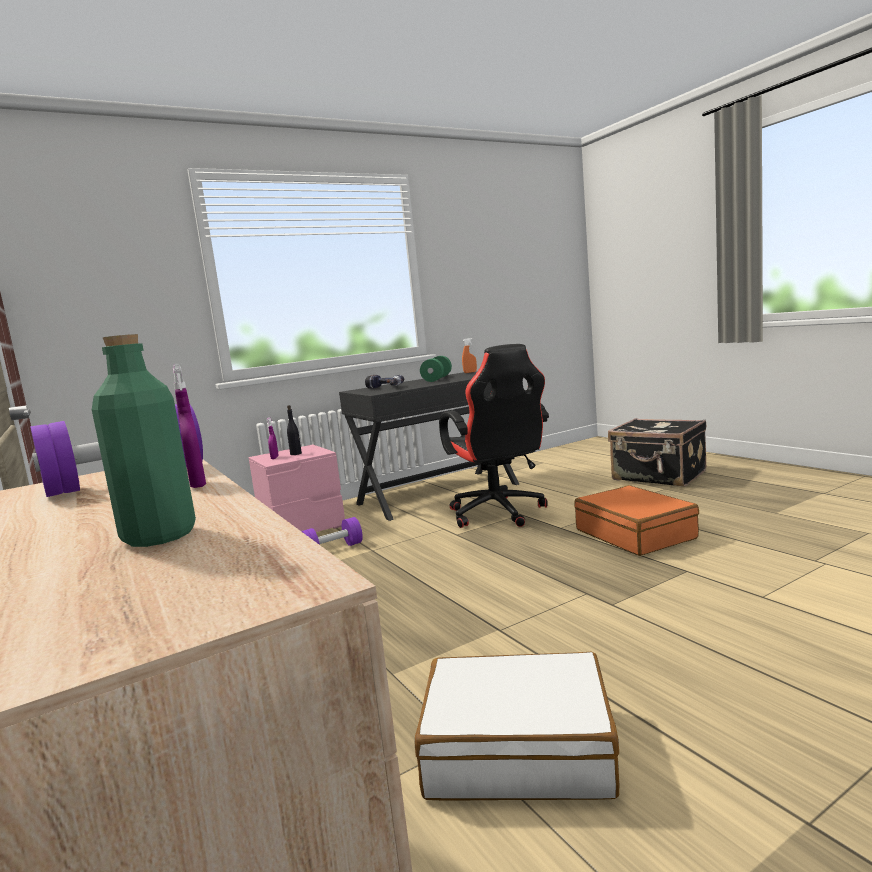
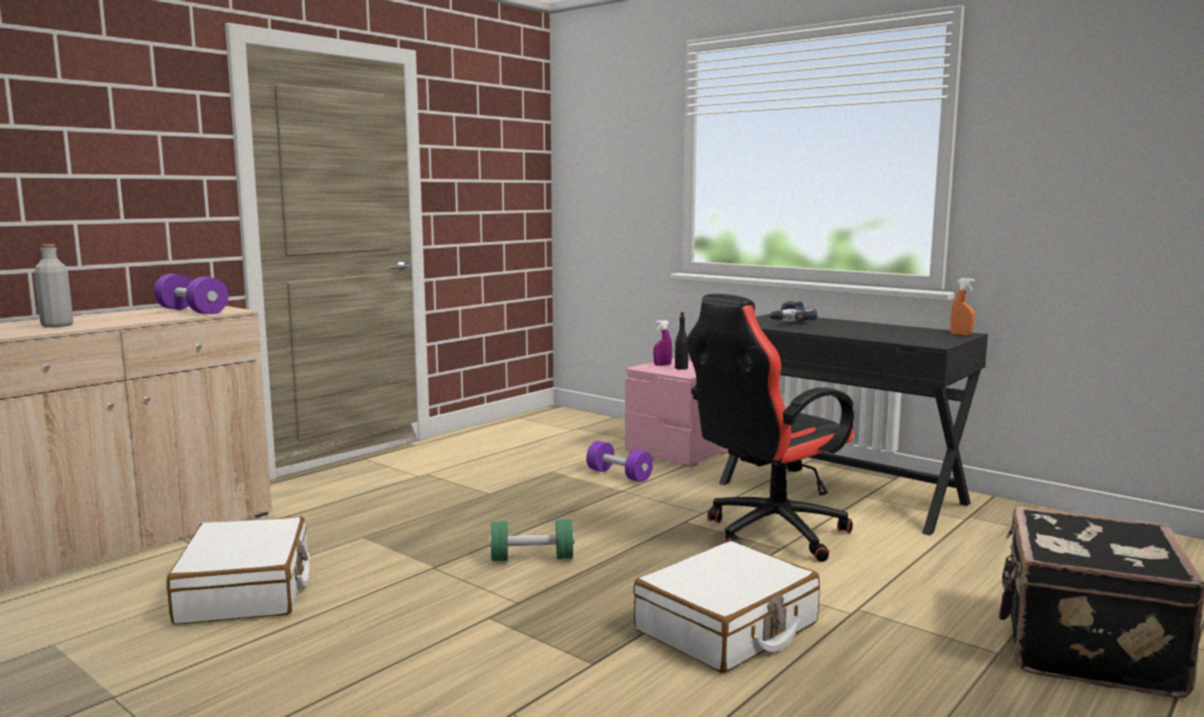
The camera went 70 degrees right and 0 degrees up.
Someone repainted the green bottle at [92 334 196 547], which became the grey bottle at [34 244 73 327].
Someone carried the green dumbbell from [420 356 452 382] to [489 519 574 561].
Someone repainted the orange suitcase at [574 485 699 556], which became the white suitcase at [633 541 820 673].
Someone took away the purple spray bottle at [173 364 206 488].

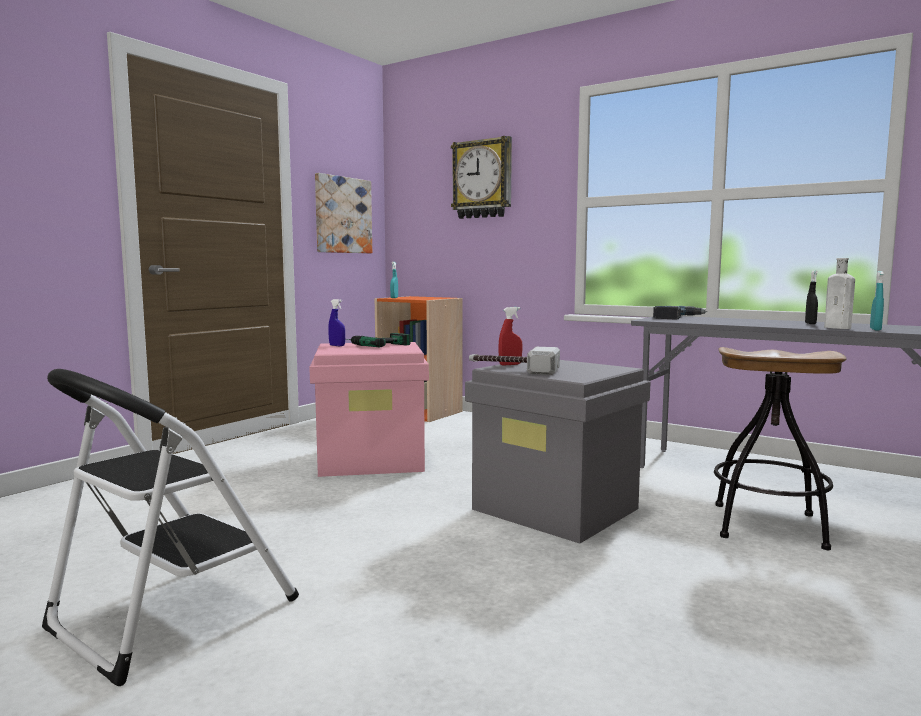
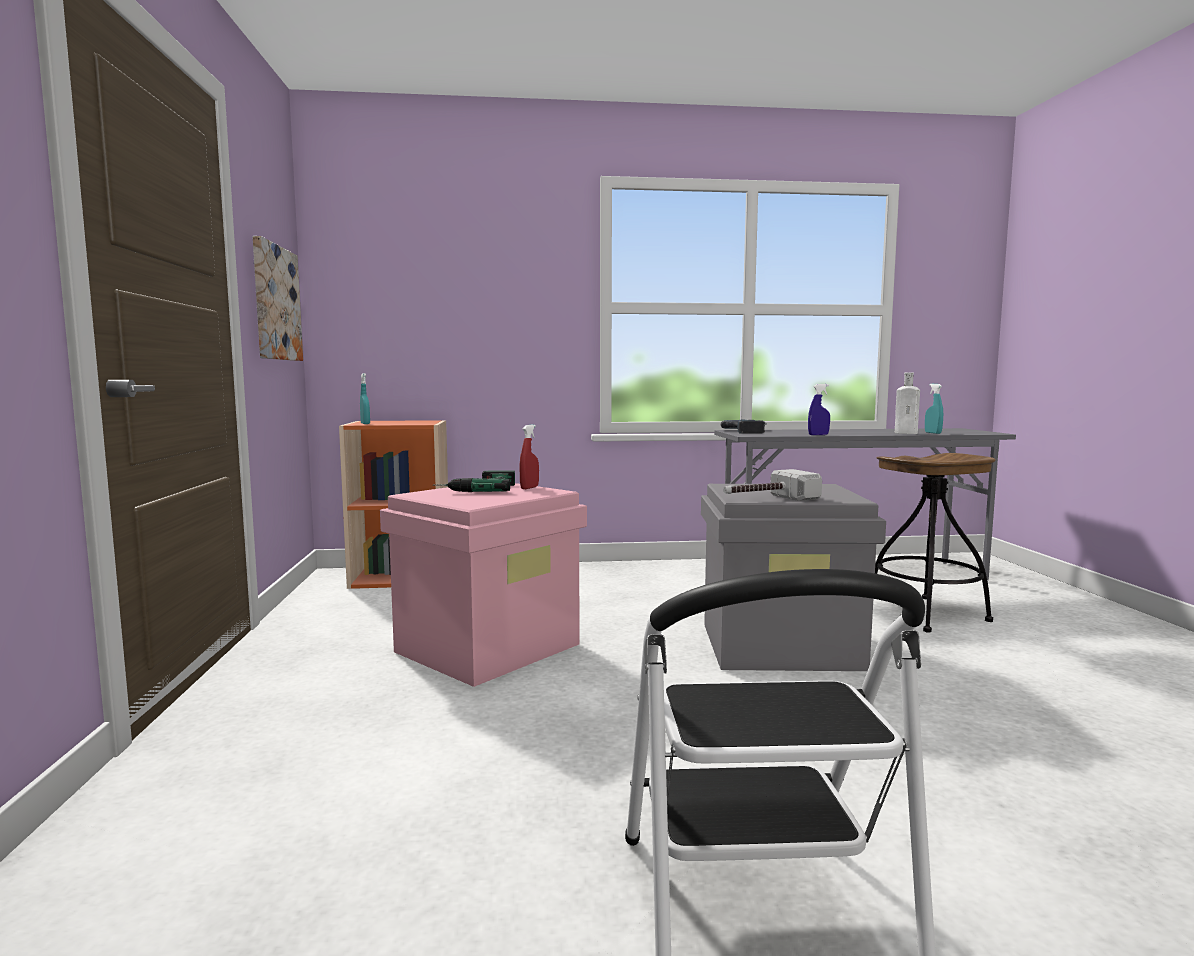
The camera went 40 degrees left and 0 degrees up.
Someone carried the red spray bottle from [498 307 522 366] to [519 424 539 489].
Someone carried the blue spray bottle from [328 299 345 346] to [808 384 830 435].
Someone took away the wall clock at [451 136 512 219].
Someone took away the black spray bottle at [805 271 818 324].

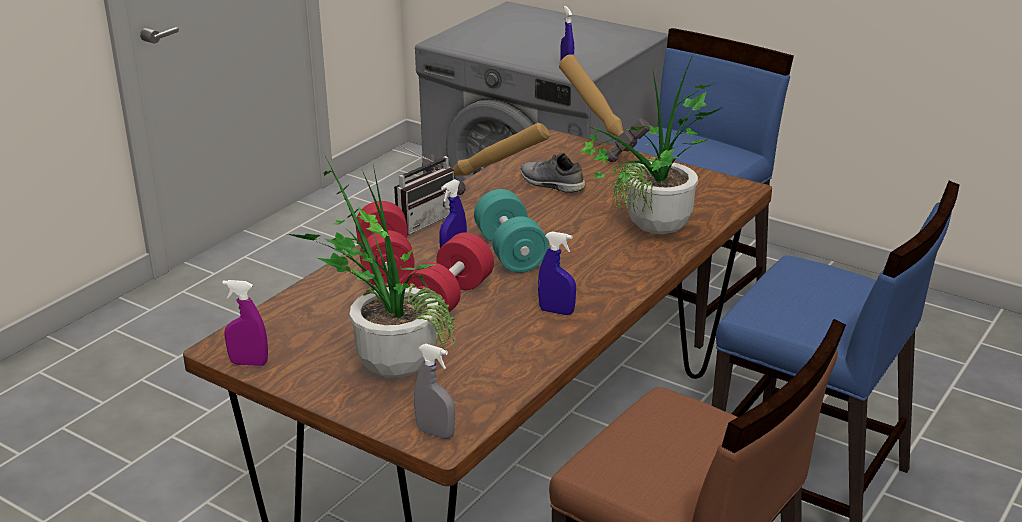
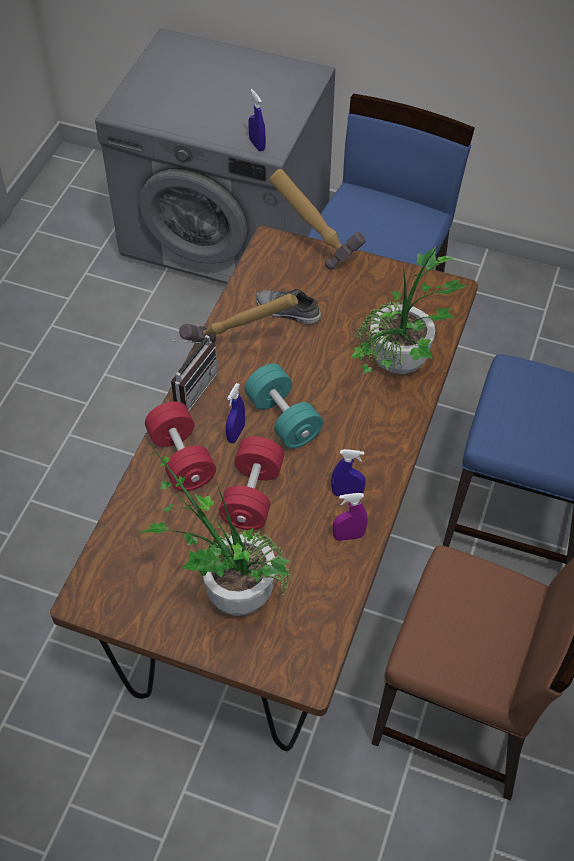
The camera went 15 degrees left and 25 degrees up.
Someone carried the purple spray bottle from [222 280 268 366] to [333 493 368 541].
Someone took away the grey spray bottle at [414 344 455 439].

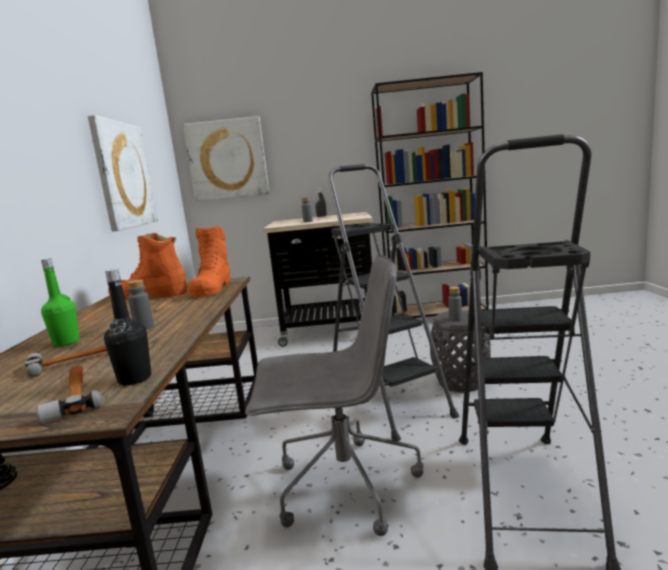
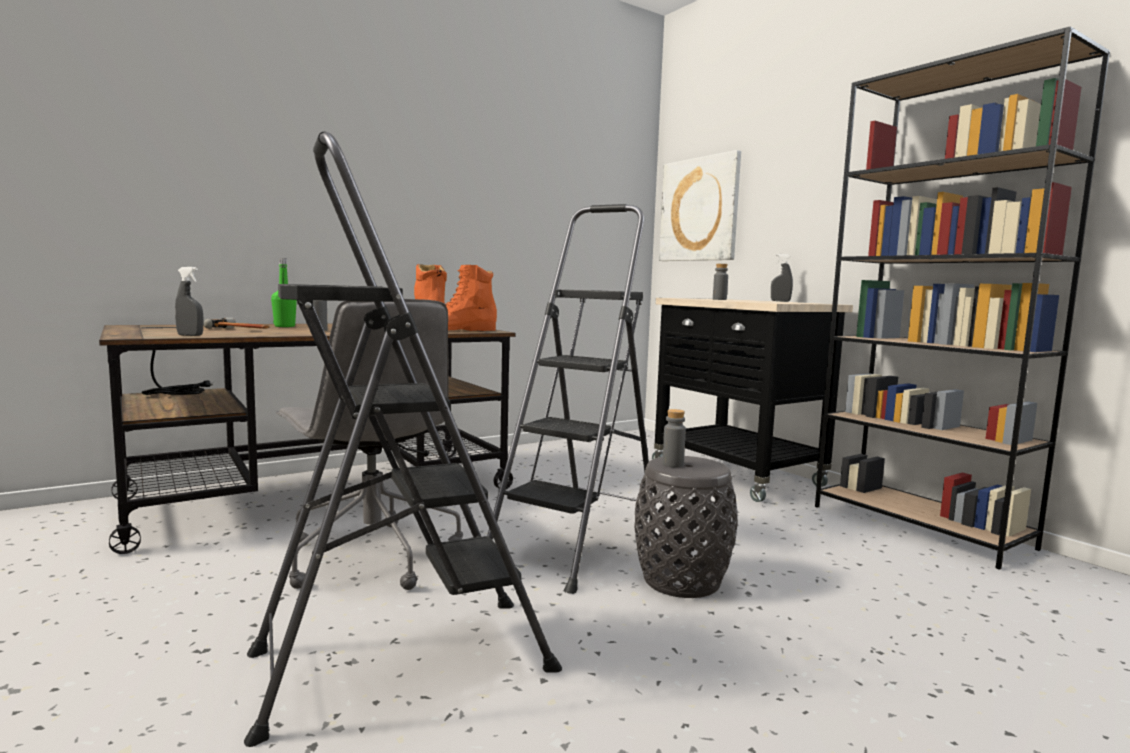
The camera went 55 degrees right and 5 degrees down.
Someone swapped the black bottle at [104 269 151 385] for the grey spray bottle at [175 267 203 336].
Someone took away the hammer at [36 365 103 424].
Someone took away the picture at [88 115 158 232].

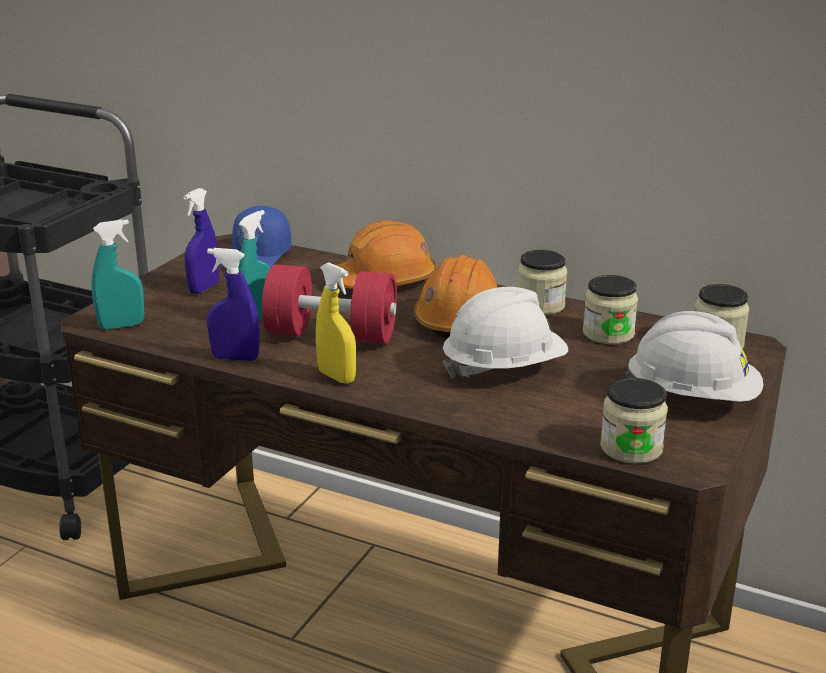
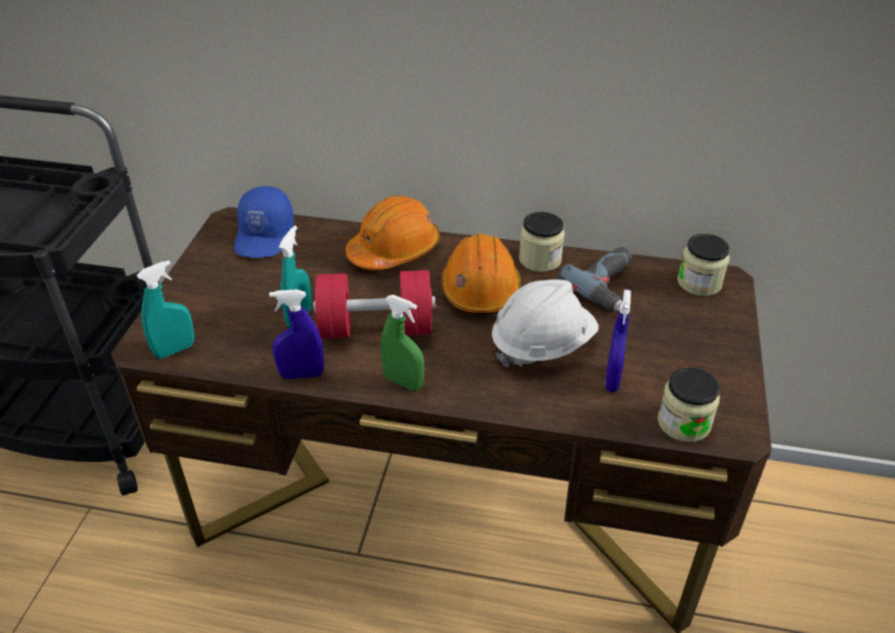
The camera went 15 degrees left and 15 degrees up.
Someone repainted the yellow spray bottle at [316 262 356 384], which became the green spray bottle at [381 295 424 391].
Someone swapped the jar at [583 275 638 344] for the power drill at [557 247 632 311].
Someone carried the blue spray bottle from [183 188 219 294] to [605 289 631 392].
Someone took away the white hard hat at [625 311 764 402].

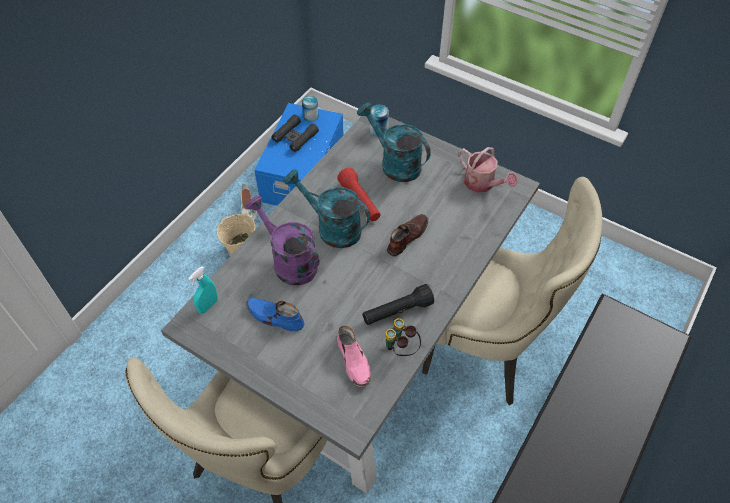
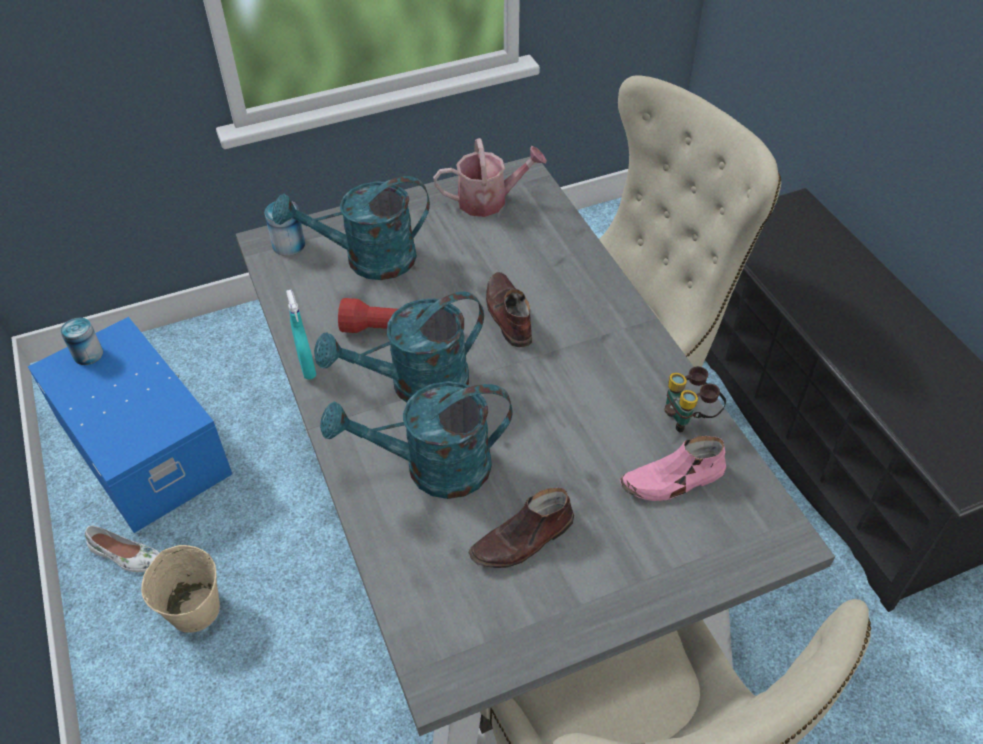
The camera went 55 degrees left and 5 degrees down.
Someone carried the turquoise spray bottle from [188 266 218 314] to [286 289 316 380].
Someone repainted the purple watering can at [246 195 320 285], which became the turquoise watering can at [320 381 513 499].
Someone repainted the blue shoe at [246 298 305 331], which became the brown shoe at [468 488 574 568].
Someone rotated the pink shoe at [337 326 371 387] by 150 degrees clockwise.
Someone took away the black binoculars at [271 115 319 152].
Someone took away the black flashlight at [363 284 434 325].

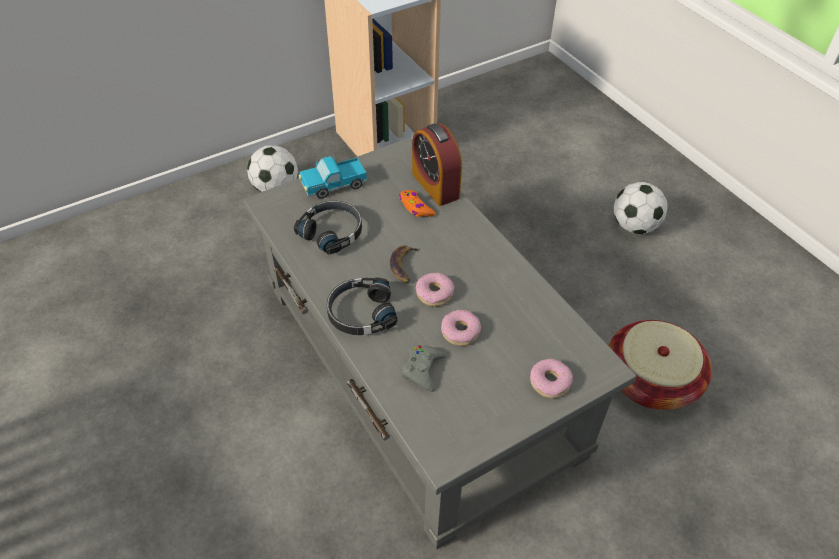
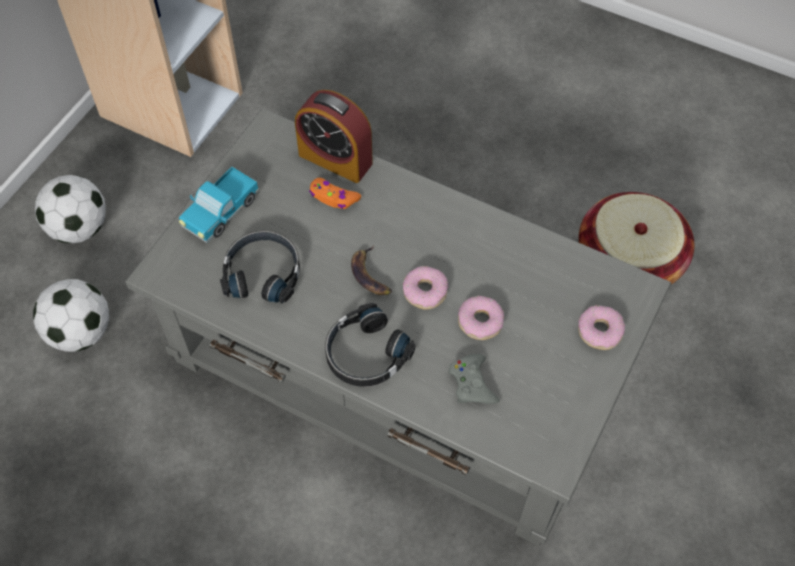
The camera went 30 degrees left and 10 degrees up.
Someone carried the football from [614 182 667 234] to [33 279 109 352].

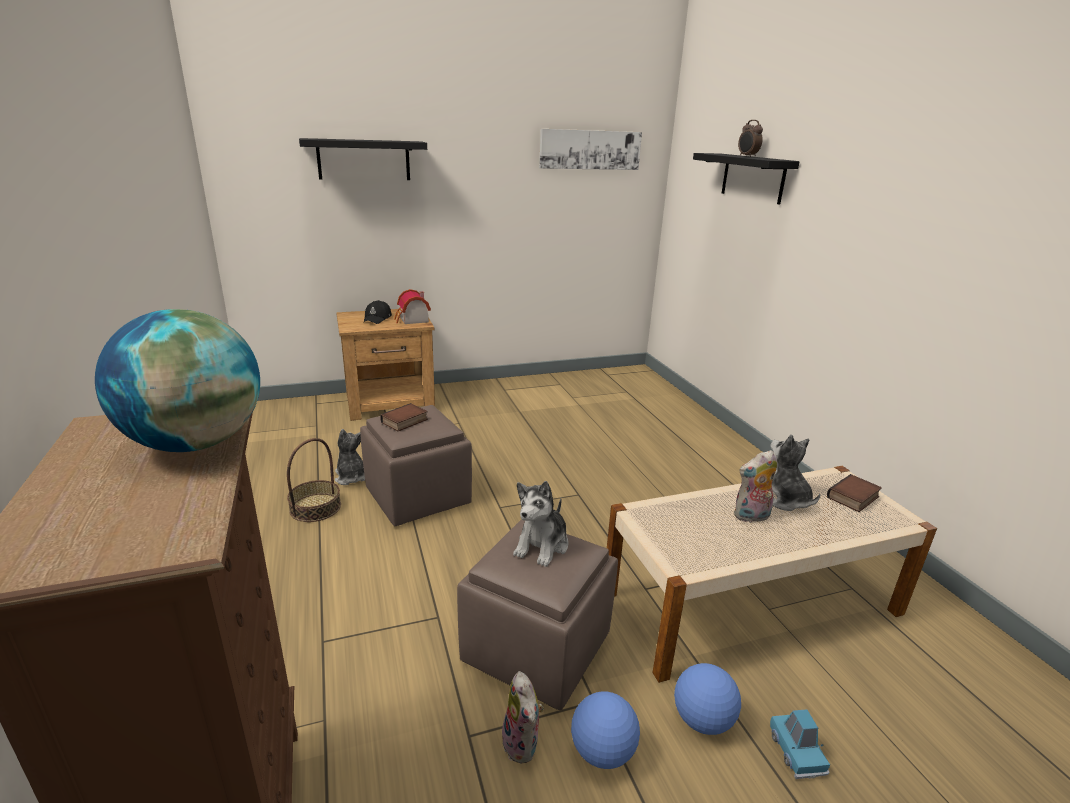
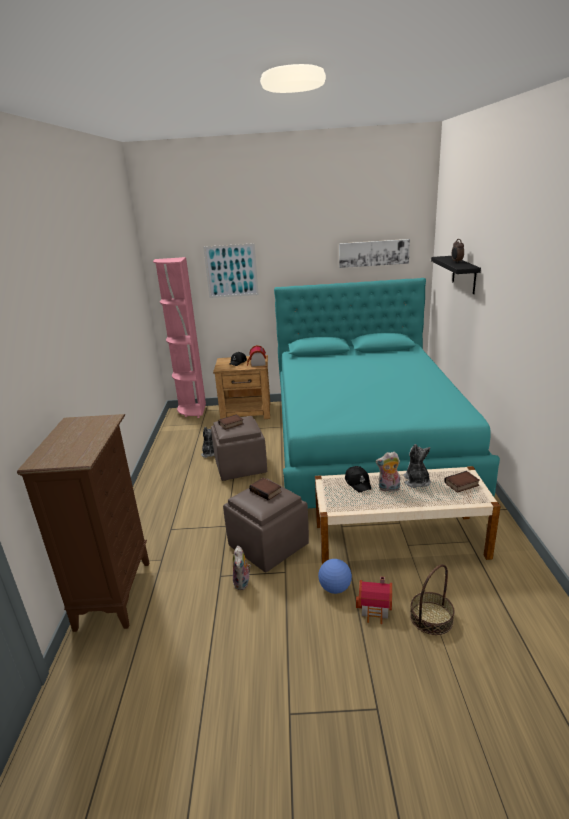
The camera went 20 degrees right and 0 degrees up.
Someone put down the pink bookcase at [153 257 206 418].
Someone swapped the black shelf at [299 138 427 180] for the picture at [203 243 259 298].
Someone swapped the plush toy at [513 481 568 567] for the book at [249 478 282 501].
Someone put down the turquoise bed at [274 278 500 508].
Someone put down the black cap at [345 466 371 493].
Someone swapped the blue toy car at [770 709 830 779] for the toy house at [356 576 392 624].
Someone carried the basket from [287 438 341 522] to [410 564 455 635].
Someone took away the globe at [95 309 260 452].
Someone took away the football at [571 691 640 769].

